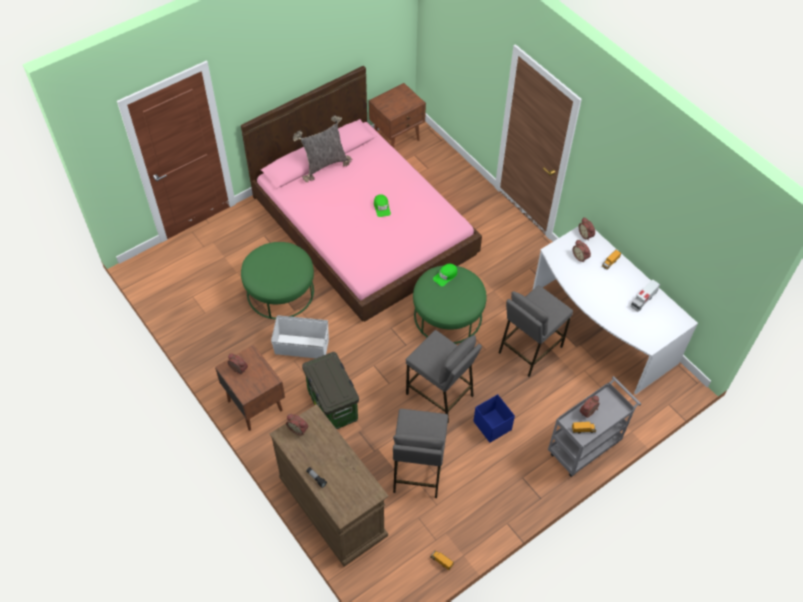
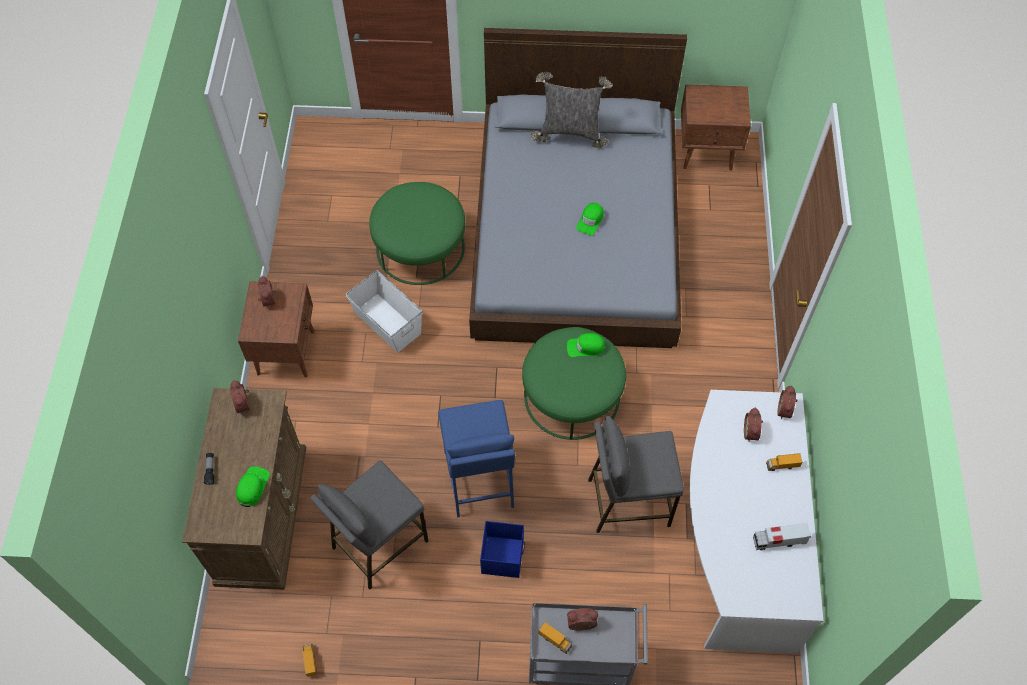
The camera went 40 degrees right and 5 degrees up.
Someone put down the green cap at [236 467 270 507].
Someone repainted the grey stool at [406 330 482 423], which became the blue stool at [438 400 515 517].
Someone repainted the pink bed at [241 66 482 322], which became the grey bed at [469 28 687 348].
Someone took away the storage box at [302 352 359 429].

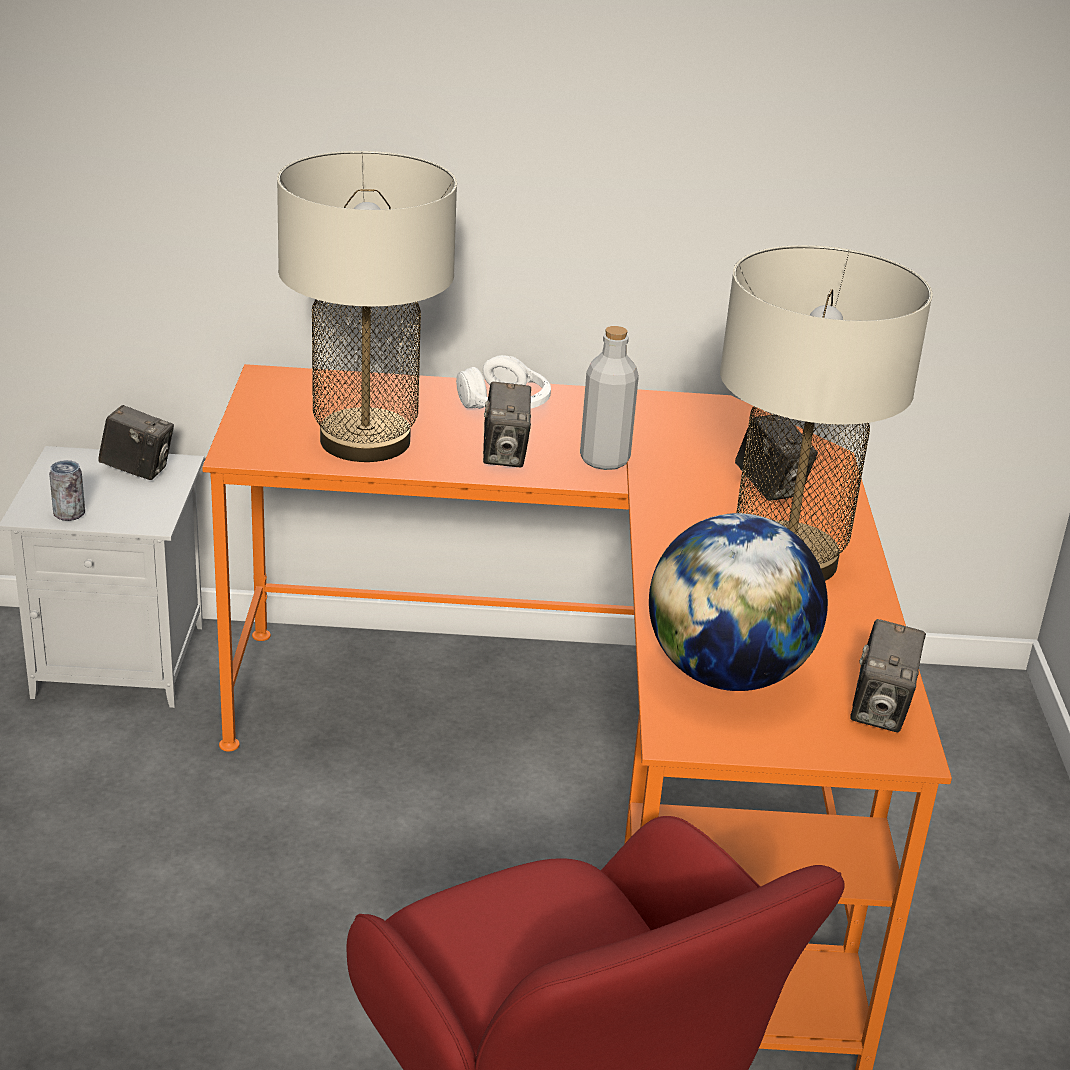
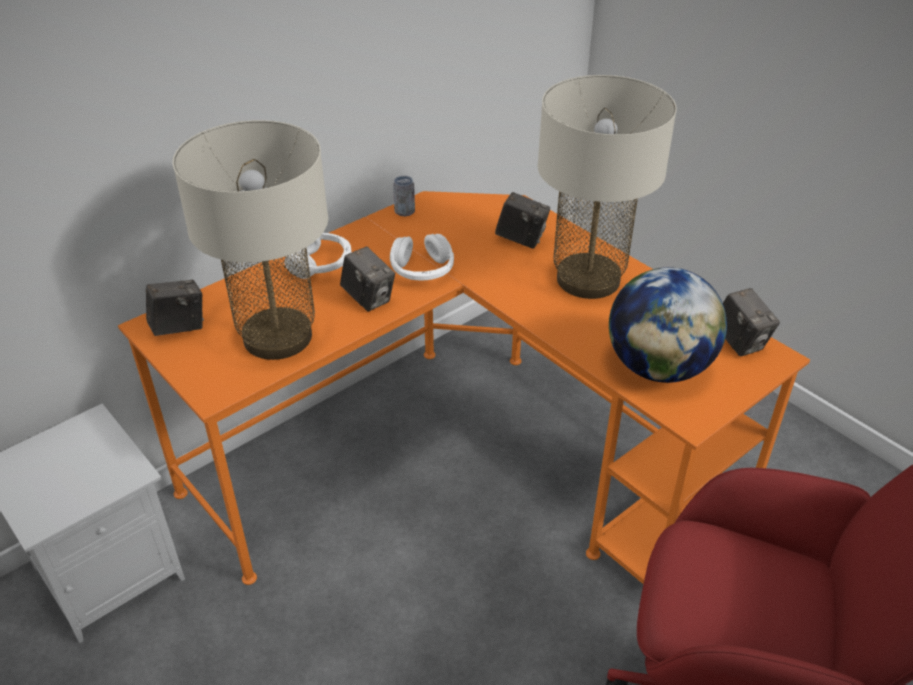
The camera went 40 degrees left and 10 degrees up.
Someone carried the photo camera from [98 405 174 480] to [146 280 204 336].
Someone swapped the grey bottle at [580 326 639 470] for the white headphones at [390 234 454 280].
Someone carried the can from [49 460 85 521] to [393 176 415 216].

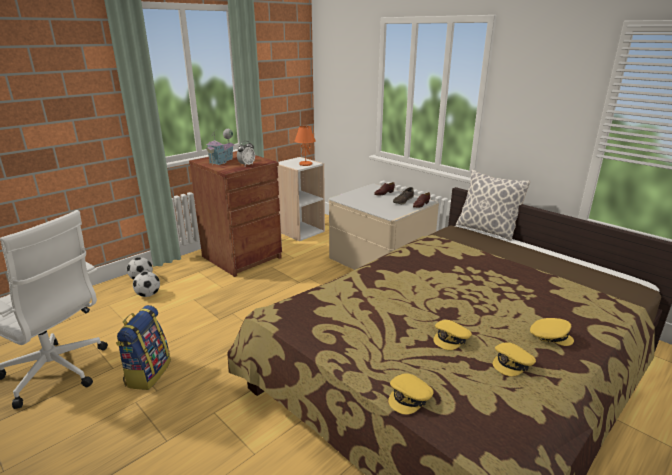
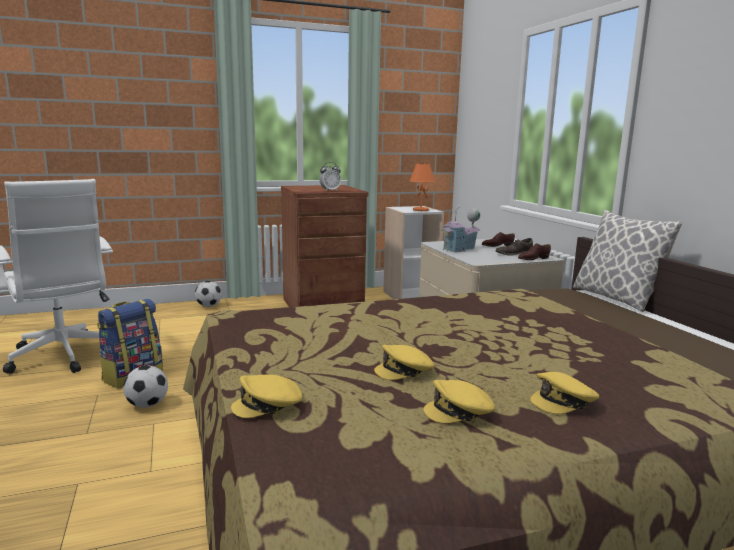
The camera went 25 degrees right and 10 degrees down.
Someone carried the football from [133 272 160 297] to [123 365 168 408].
Someone carried the toy house from [206 129 235 165] to [441 208 480 252].
Someone rotated the yellow cap at [530 318 574 346] by 105 degrees clockwise.

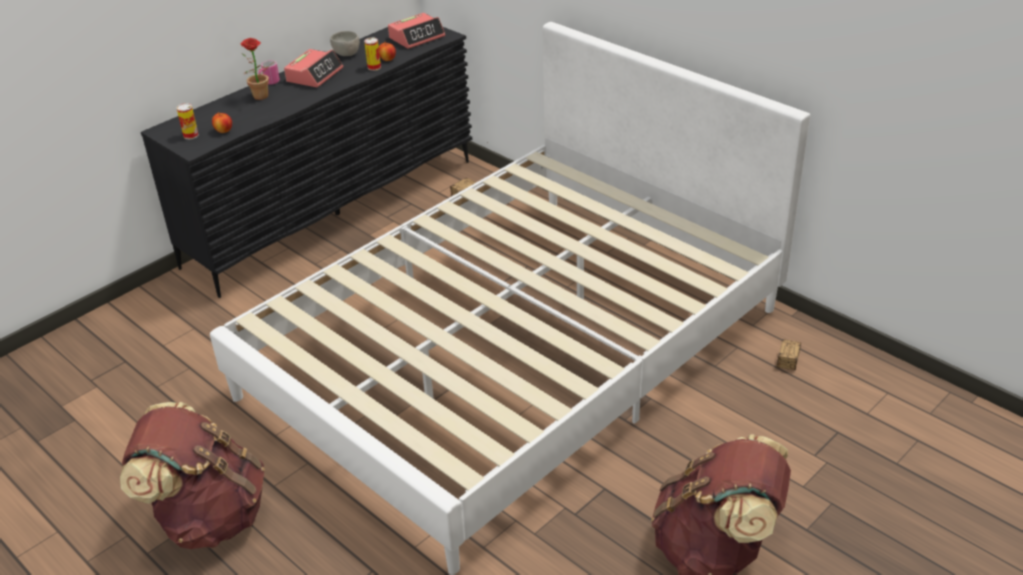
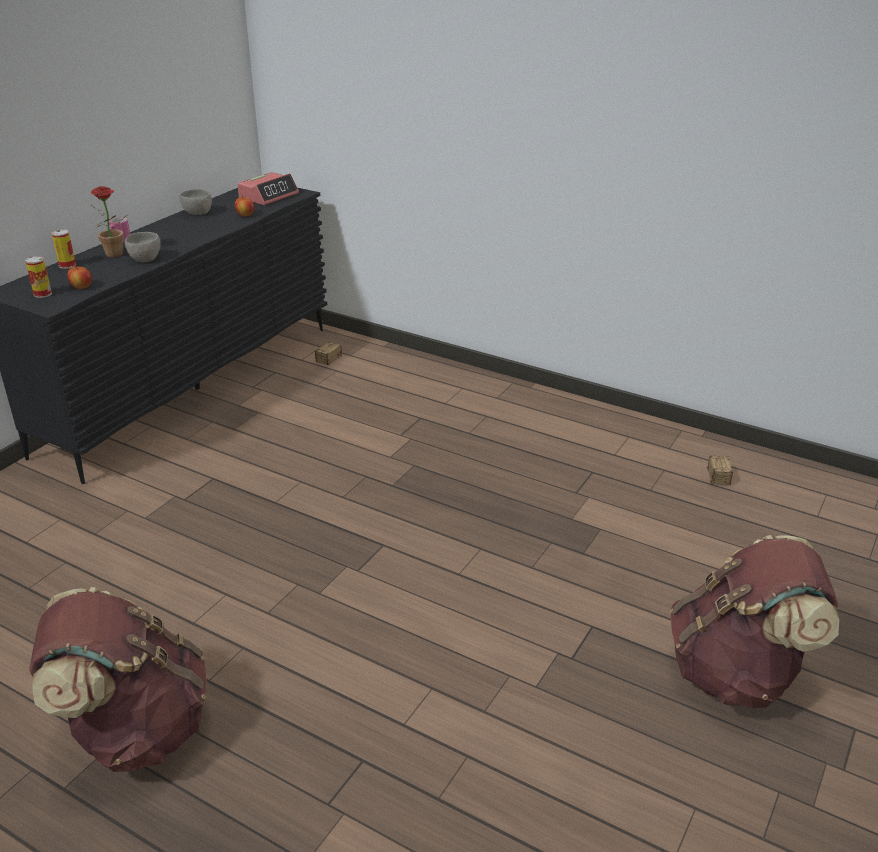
The camera went 15 degrees left and 5 degrees down.
Someone carried the can from [364 38 381 71] to [52 229 76 269].
Someone put down the grey bowl at [125 232 161 262].
Someone took away the white bed at [210 22 810 575].
Someone took away the alarm clock at [284 49 343 87].

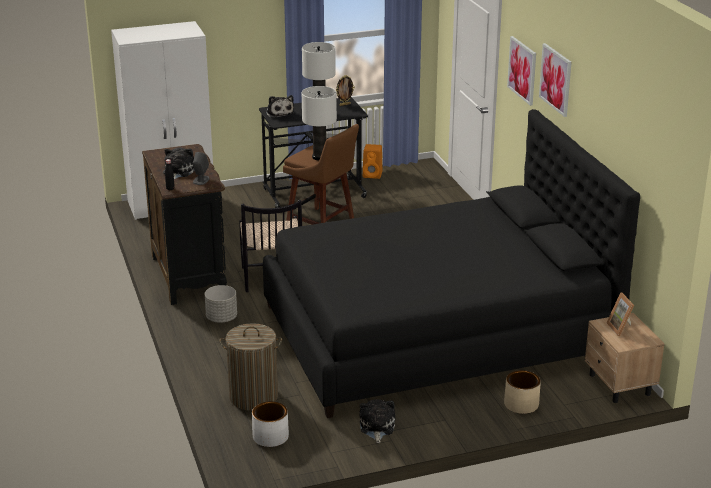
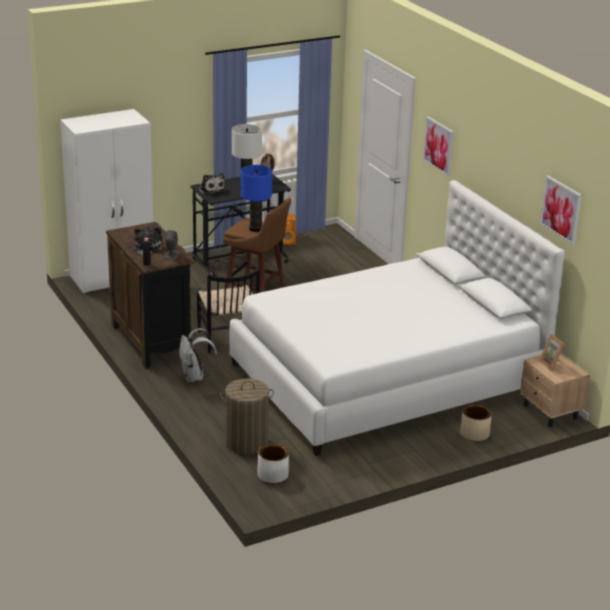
The camera went 10 degrees left and 0 degrees up.
Someone swapped the grey planter at [205 285 237 323] for the white backpack at [179 328 218 382].
Someone repainted the black bed at [263 109 640 418], which became the white bed at [229 180 565 456].
Someone repainted the white table lamp at [302 86 337 161], which became the blue table lamp at [241 165 272 232].
Someone carried the picture from [539 43 572 117] to [540 175 581 245].
Someone took away the plush toy at [360 399 395 443].

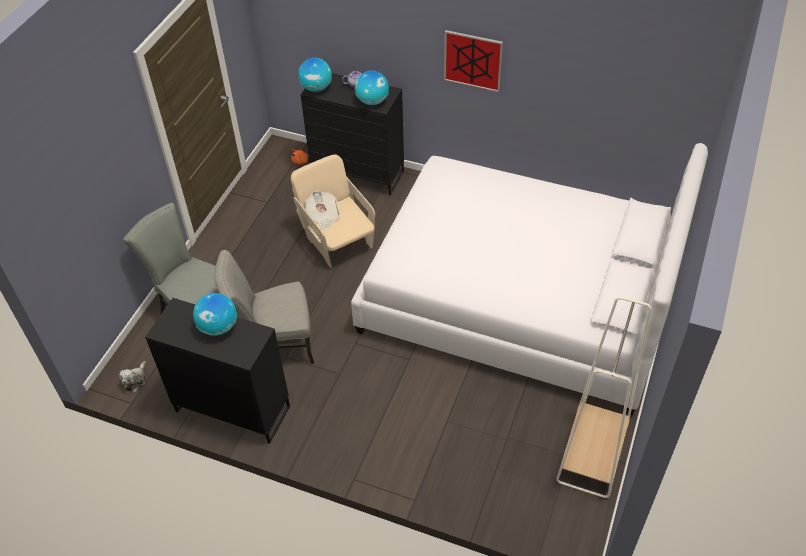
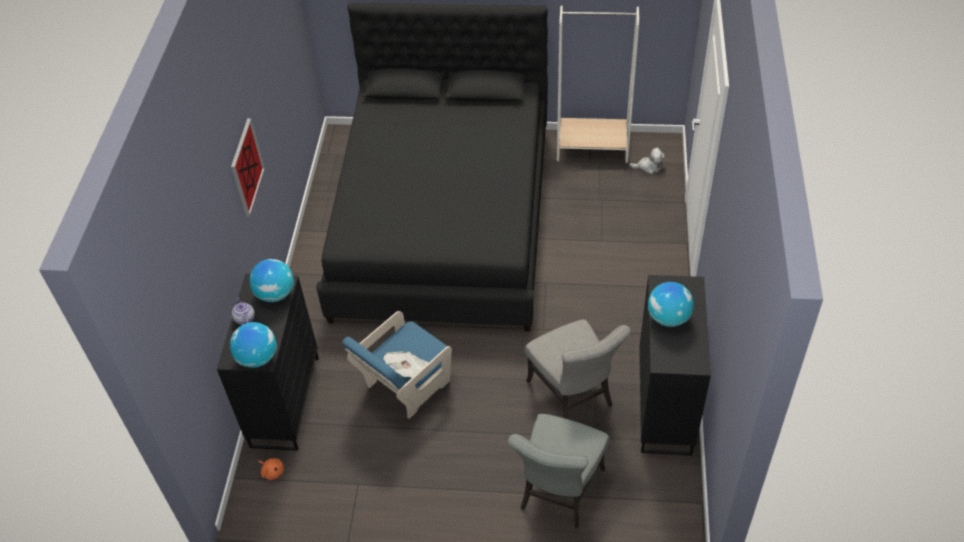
The camera went 105 degrees left and 0 degrees up.
Someone repainted the white bed at [351 143 708 415], which became the black bed at [316 2 548 331].
Someone repainted the beige armchair at [291 155 375 268], which became the blue armchair at [342 311 452 419].
Someone carried the plush toy from [119 361 146 392] to [630 147 665 174].

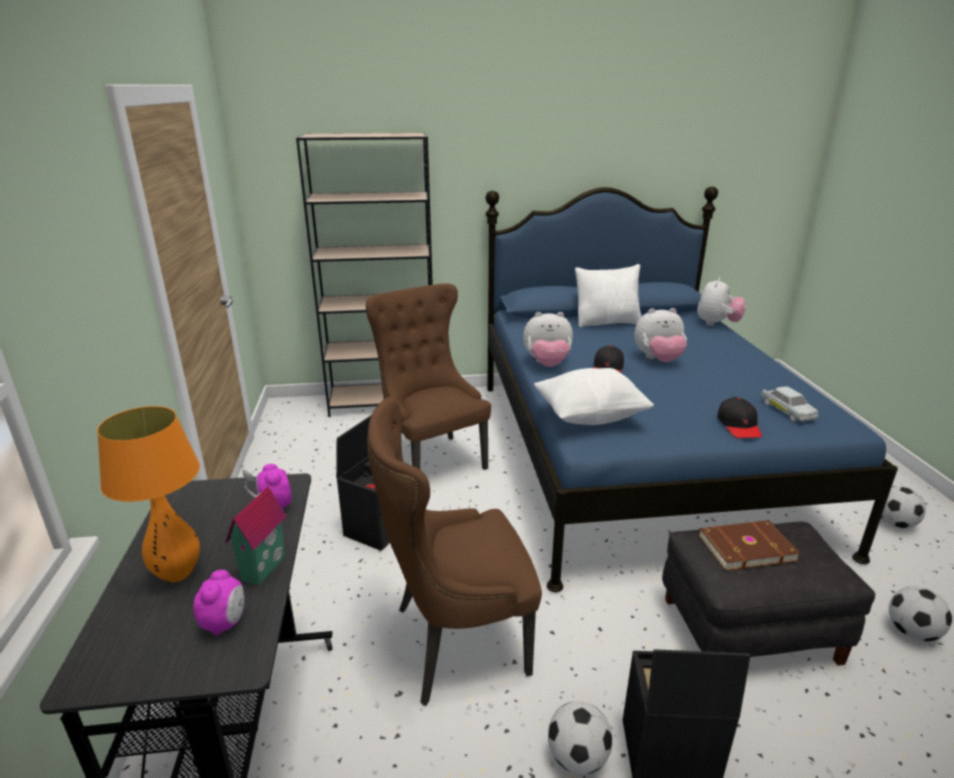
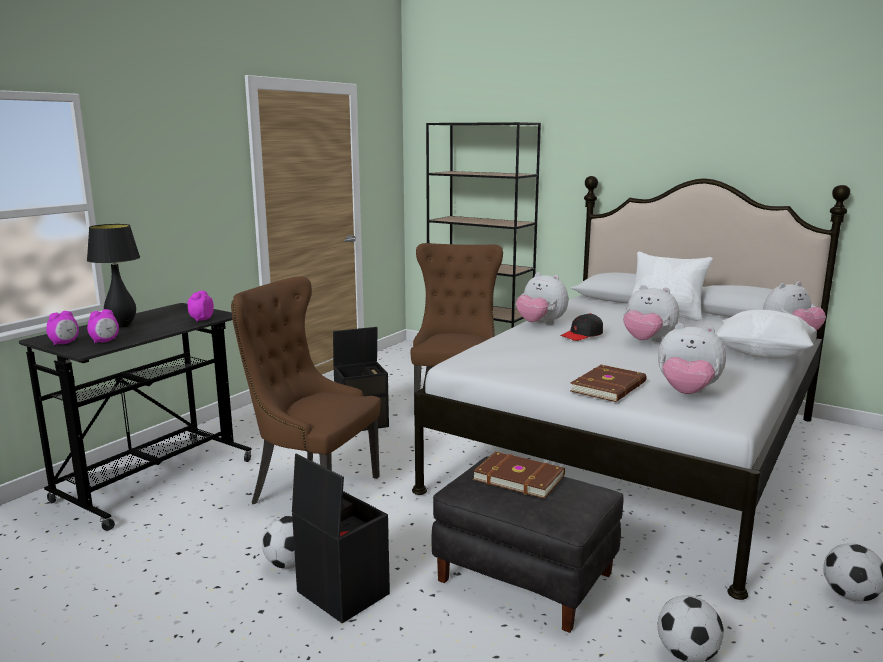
The camera went 40 degrees right and 10 degrees down.
Someone put down the alarm clock at [46 311 79 345].
Someone repainted the orange table lamp at [97 406 200 582], which became the black table lamp at [87 224 140 328].
Someone repainted the blue bed at [486 187 898 592], which became the white bed at [412 176 850 600].
Someone swapped the black cap at [717 397 762 438] for the brown book at [571 365 647 402].
Someone swapped the white toy car at [761 387 818 422] for the plush toy at [658 323 726 394].
Someone carried the white pillow from [534 368 654 425] to [716 310 816 359].
Someone took away the toy house at [225 468 286 586].

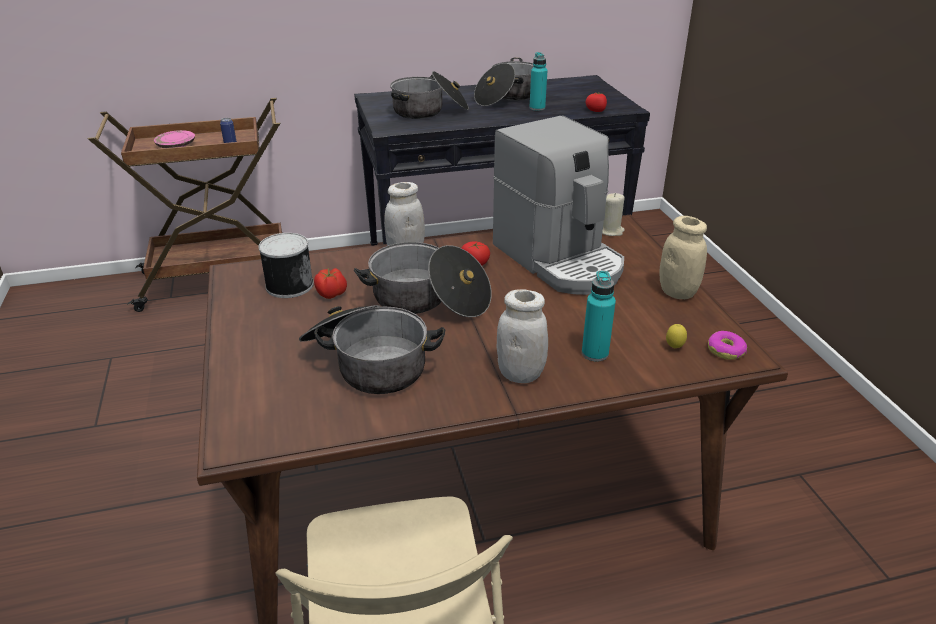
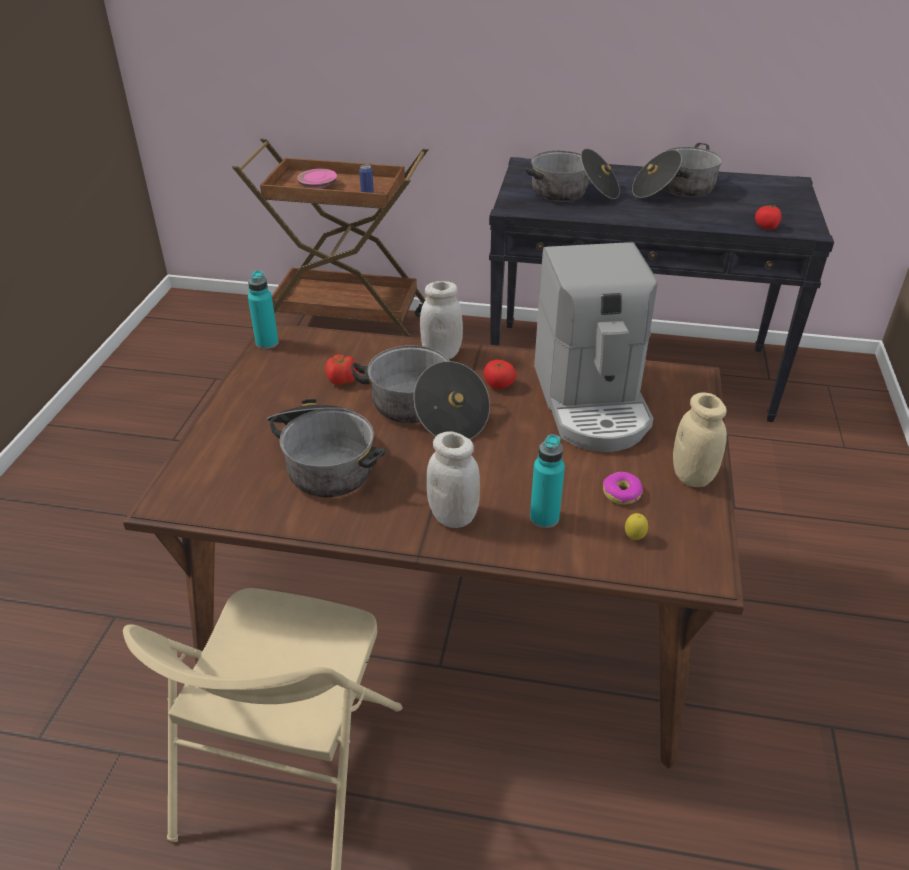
The camera went 25 degrees right and 5 degrees up.
Someone carried the turquoise bottle from [529 52 547 111] to [248 271 279 349].
Someone carried the donut from [708 331 747 360] to [603 472 643 504].
Someone took away the can at [258 233 314 298].
Someone took away the beige candle at [602 193 625 236].

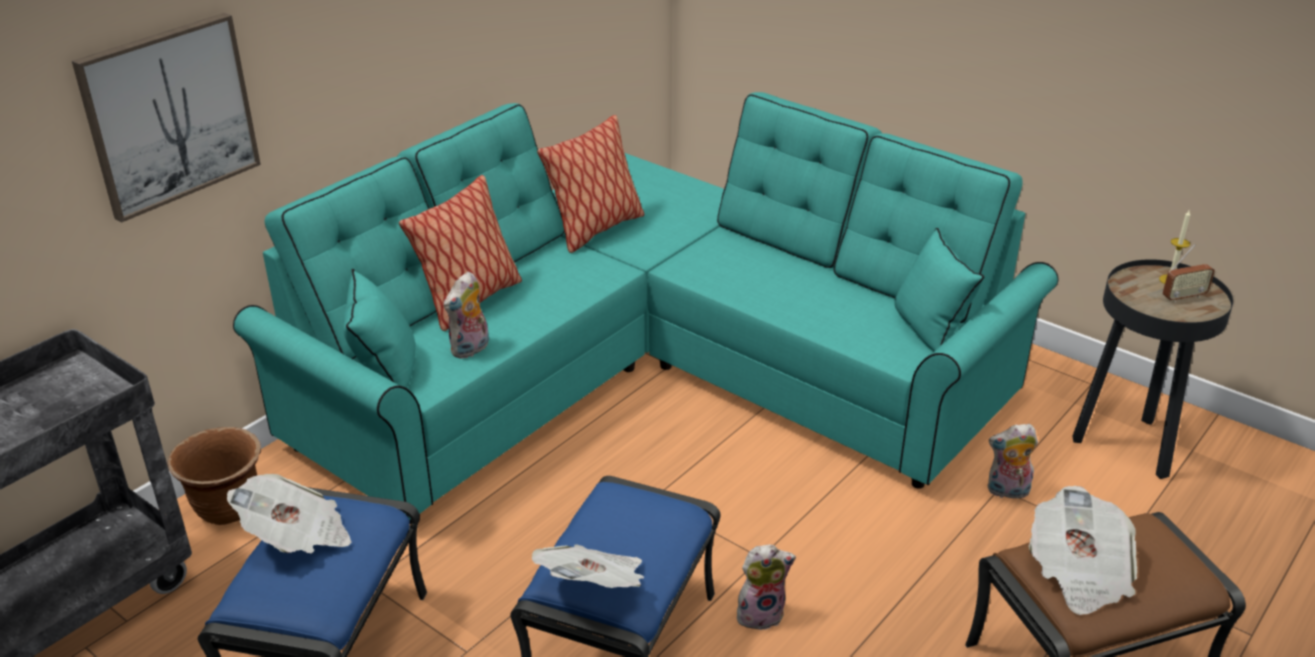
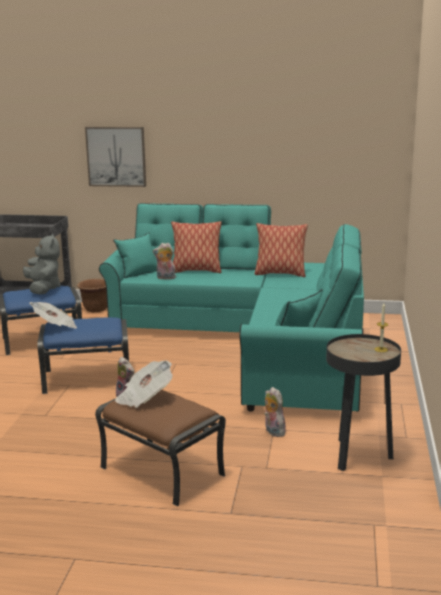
The camera went 60 degrees right and 15 degrees down.
Someone swapped the newspaper at [227 474 352 553] for the grey plush toy at [23 234 61 295].
Someone took away the radio at [1163 244 1215 303].

